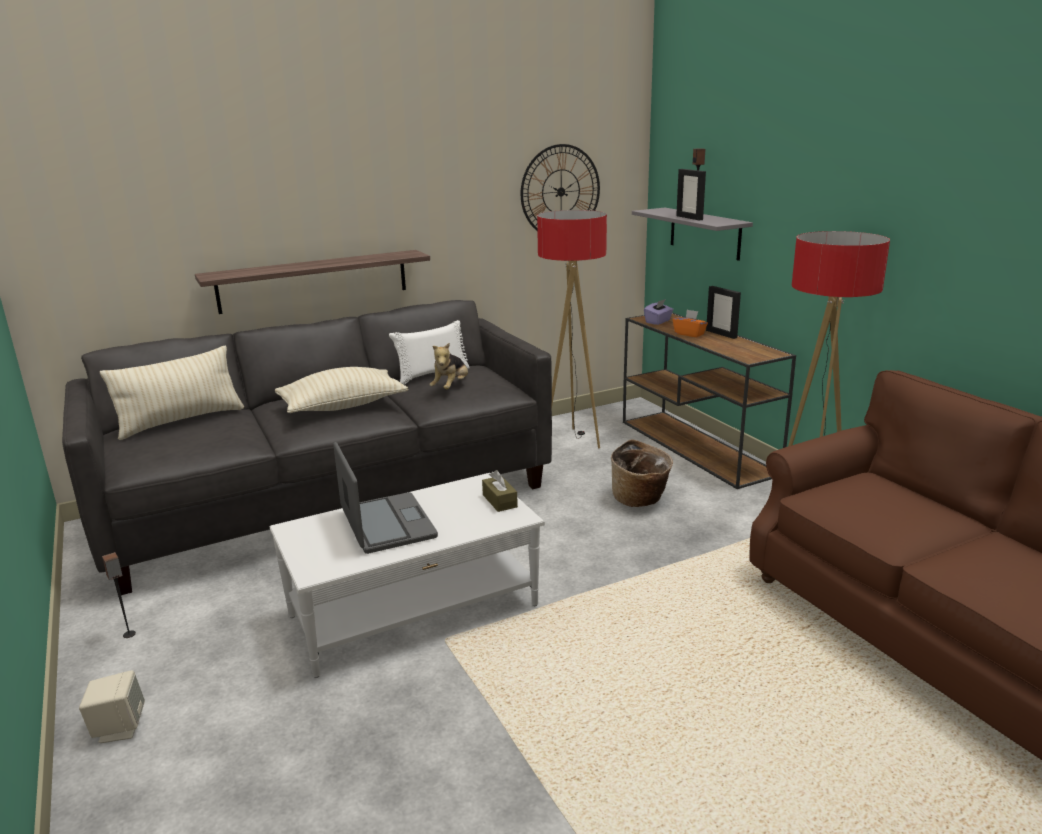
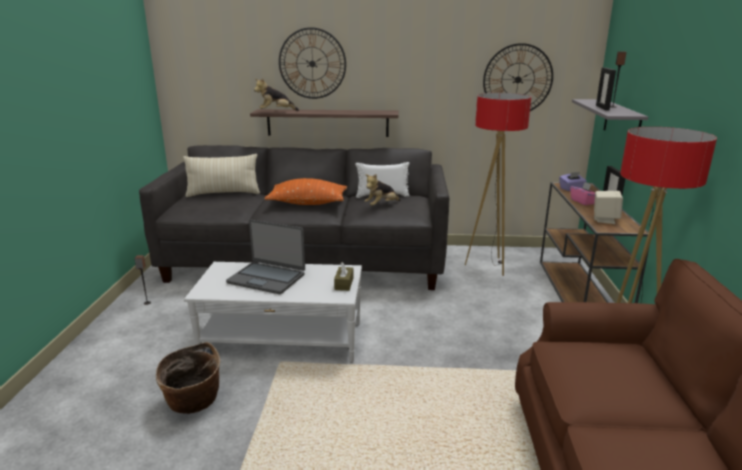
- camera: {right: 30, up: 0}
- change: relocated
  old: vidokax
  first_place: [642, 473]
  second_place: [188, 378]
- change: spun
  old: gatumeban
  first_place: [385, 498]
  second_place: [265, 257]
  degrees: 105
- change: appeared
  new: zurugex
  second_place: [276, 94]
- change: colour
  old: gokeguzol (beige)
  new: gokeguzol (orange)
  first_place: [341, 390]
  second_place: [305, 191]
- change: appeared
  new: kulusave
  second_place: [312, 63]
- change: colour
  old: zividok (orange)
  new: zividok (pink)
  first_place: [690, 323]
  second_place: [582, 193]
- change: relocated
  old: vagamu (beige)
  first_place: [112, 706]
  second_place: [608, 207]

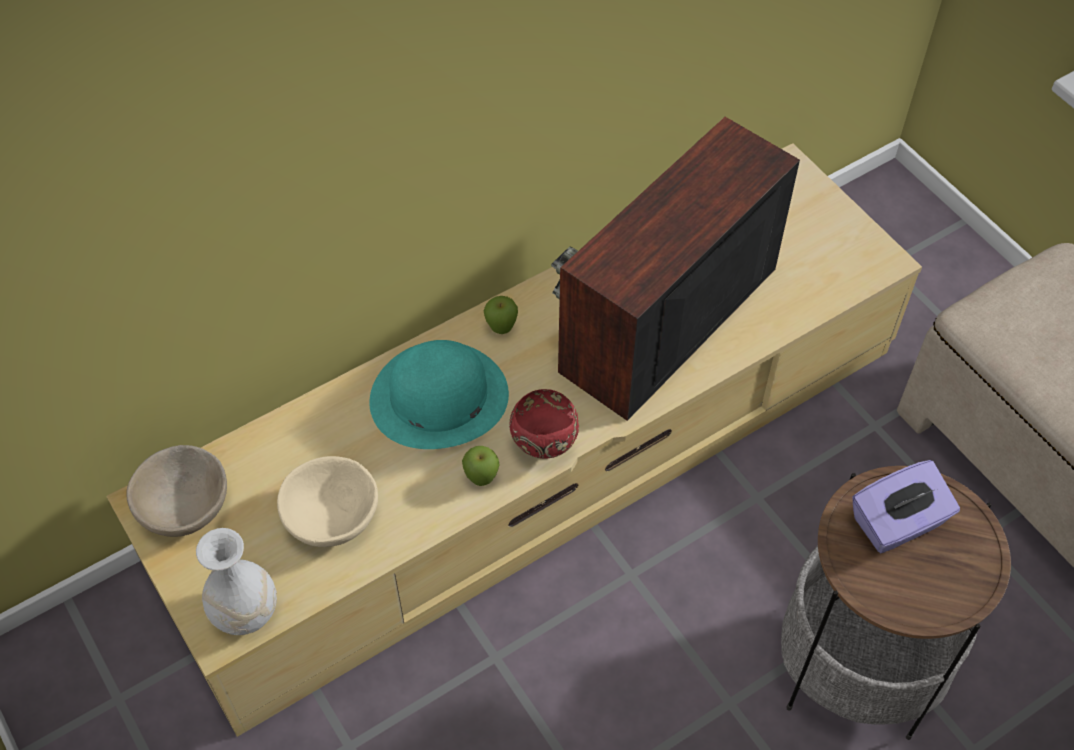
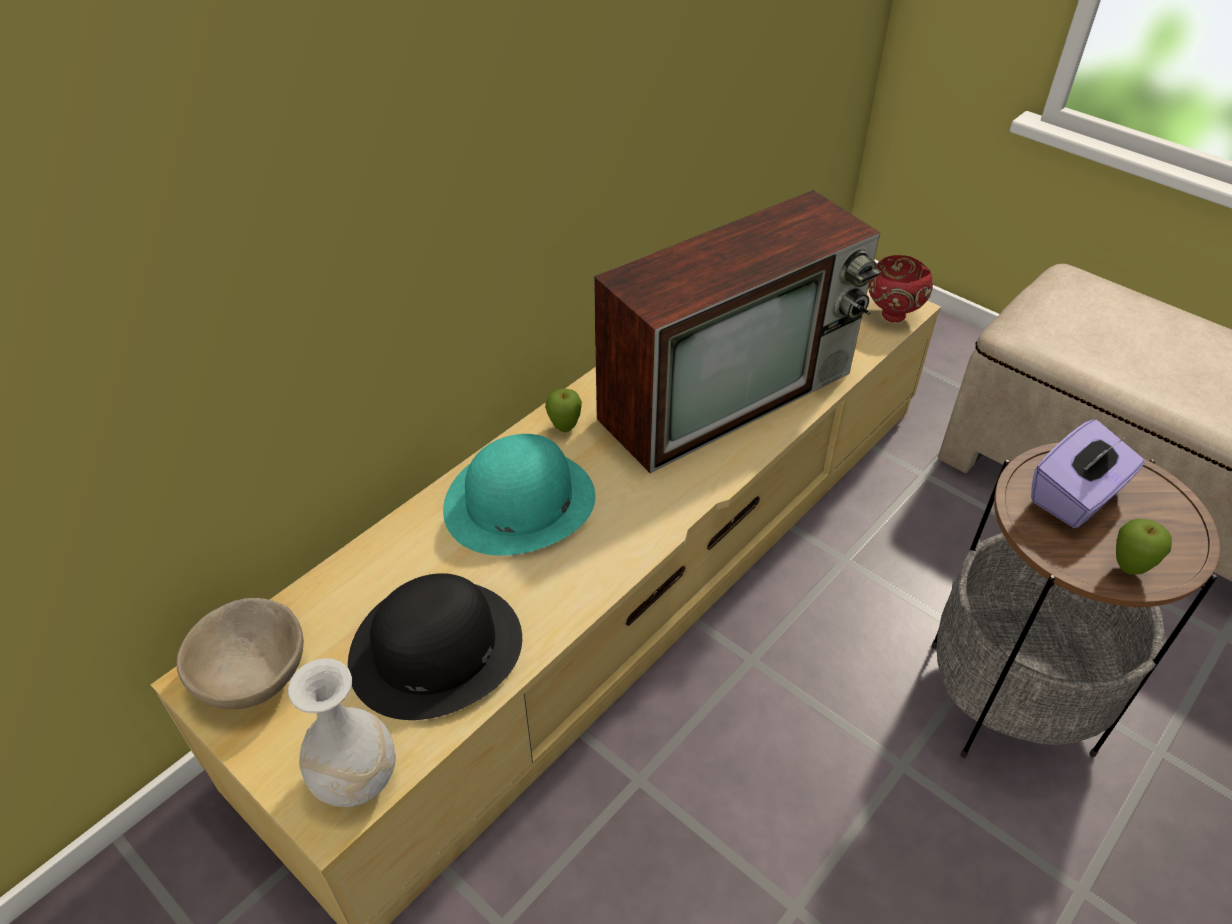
- camera: {right: -15, up: -10}
- change: exchanged
  old: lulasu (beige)
  new: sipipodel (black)
  first_place: [327, 501]
  second_place: [435, 646]
- change: spun
  old: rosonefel
  first_place: [675, 269]
  second_place: [737, 331]
  degrees: -150
- change: relocated
  old: lulasu (red)
  first_place: [544, 424]
  second_place: [900, 288]
- change: relocated
  old: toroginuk
  first_place: [481, 466]
  second_place: [1144, 547]

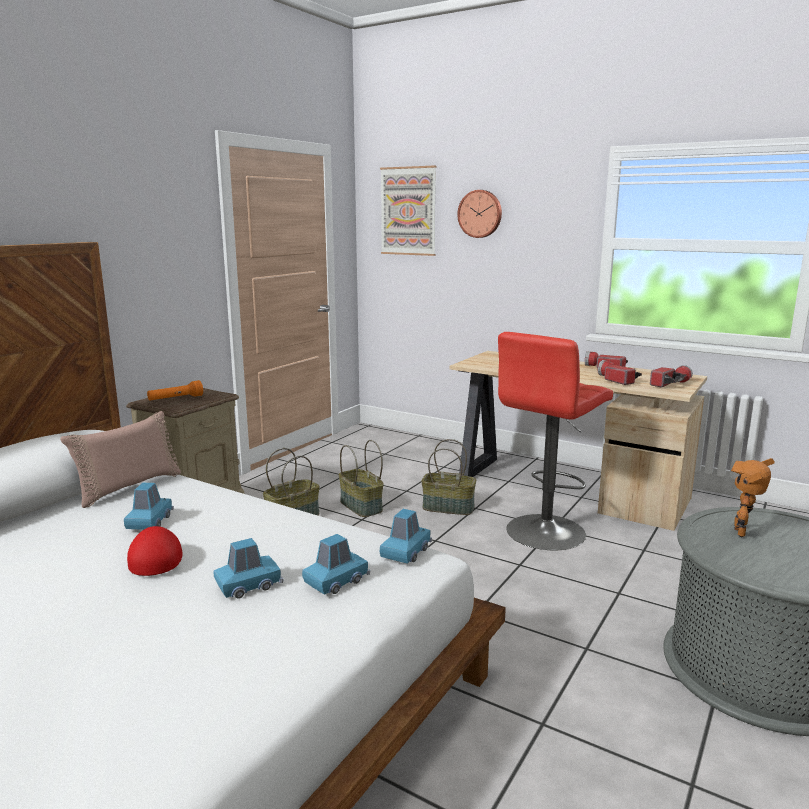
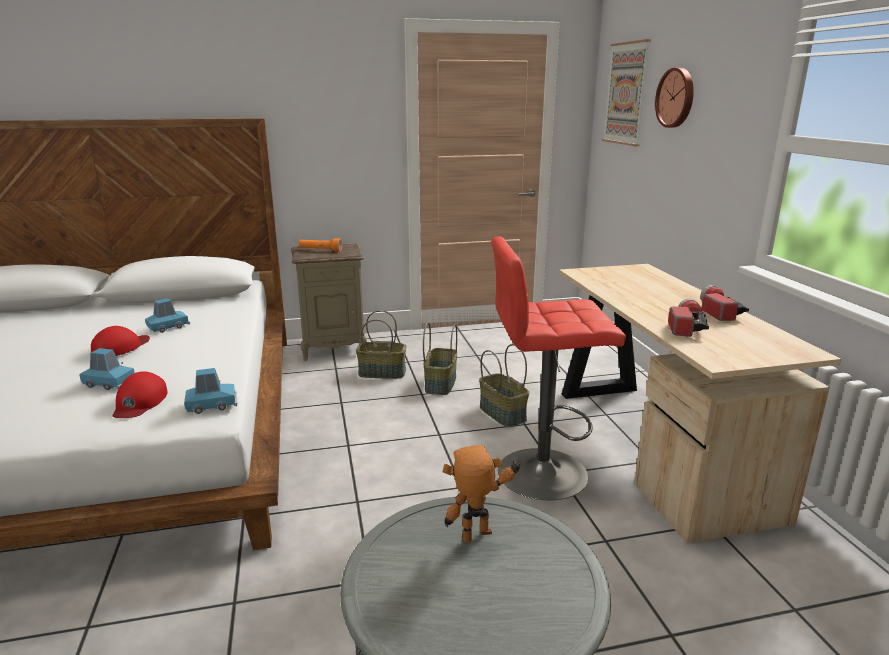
- camera: {right: 45, up: 5}
- change: exchanged
  old: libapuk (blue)
  new: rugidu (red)
  first_place: [336, 564]
  second_place: [139, 395]
- change: missing
  old: gokeguzol (beige)
  first_place: [120, 459]
- change: missing
  old: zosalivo
  first_place: [671, 376]

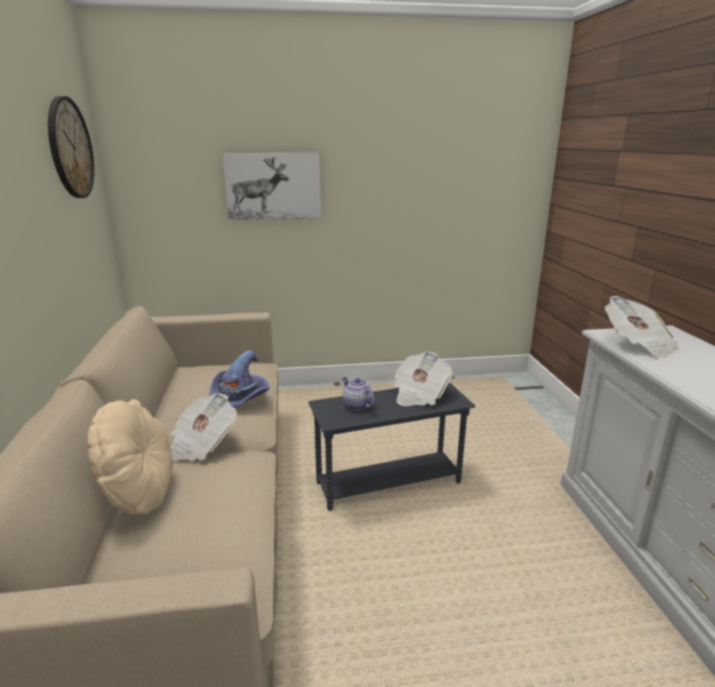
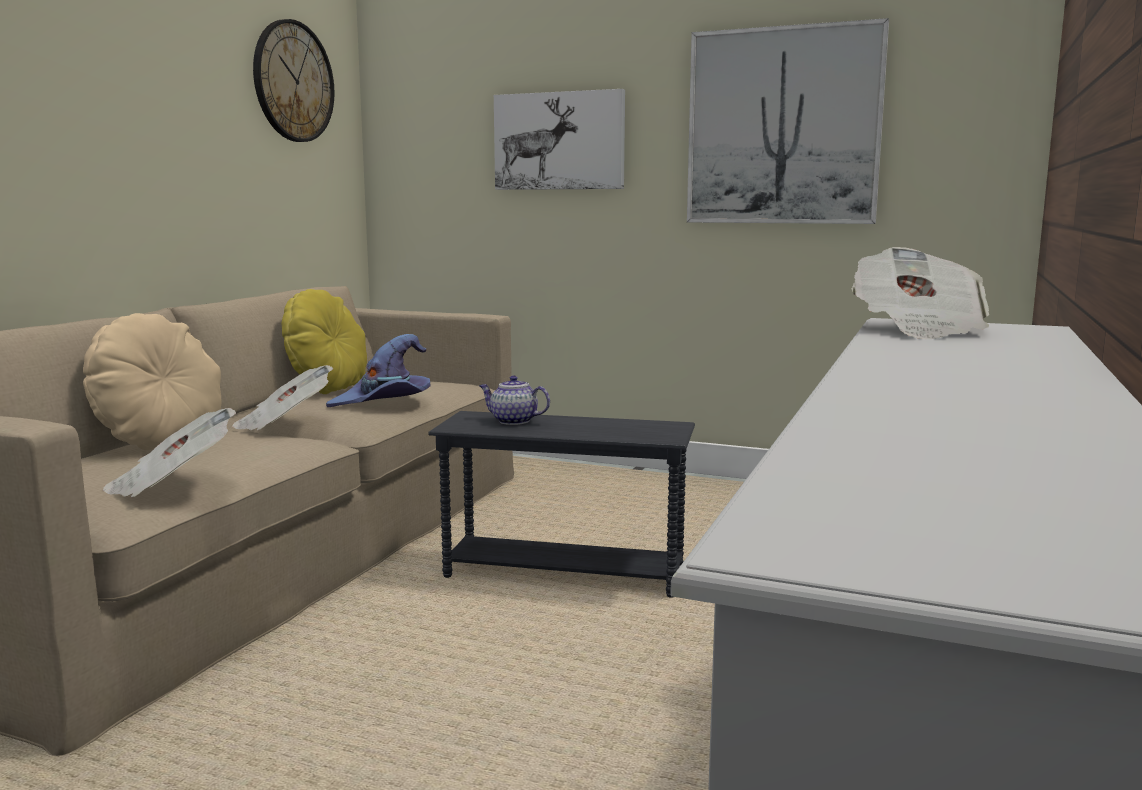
- camera: {right: 30, up: -10}
- change: relocated
  old: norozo
  first_place: [423, 379]
  second_place: [169, 452]
- change: appeared
  new: gokeguzol (yellow)
  second_place: [324, 341]
- change: spun
  old: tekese
  first_place: [358, 393]
  second_place: [514, 400]
  degrees: -60
- change: appeared
  new: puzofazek
  second_place: [788, 121]

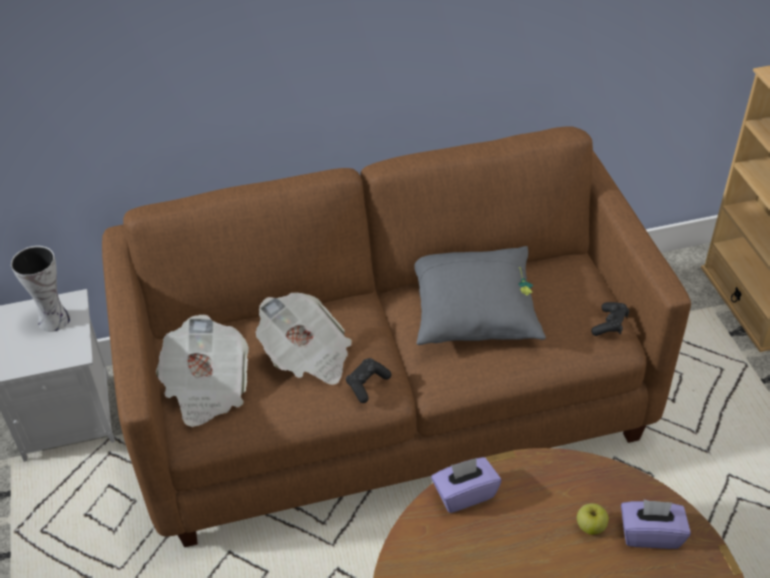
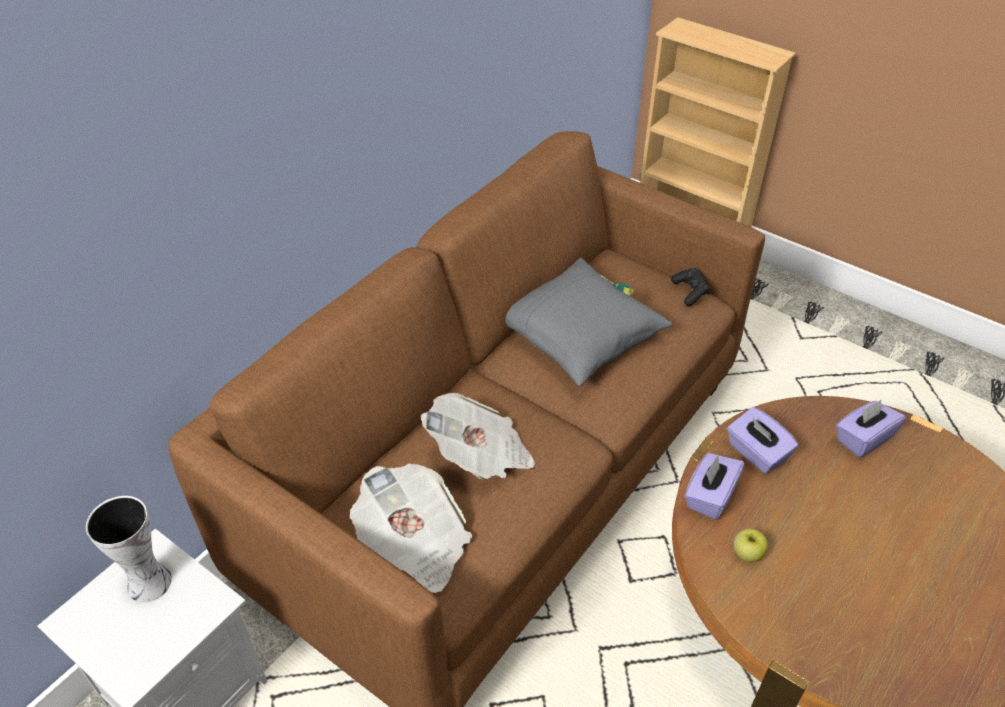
- camera: {right: -40, up: 0}
- change: appeared
  new: zividok (purple)
  second_place: [763, 440]
- change: relocated
  old: toroginuk
  first_place: [593, 519]
  second_place: [751, 545]
- change: missing
  old: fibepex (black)
  first_place: [368, 380]

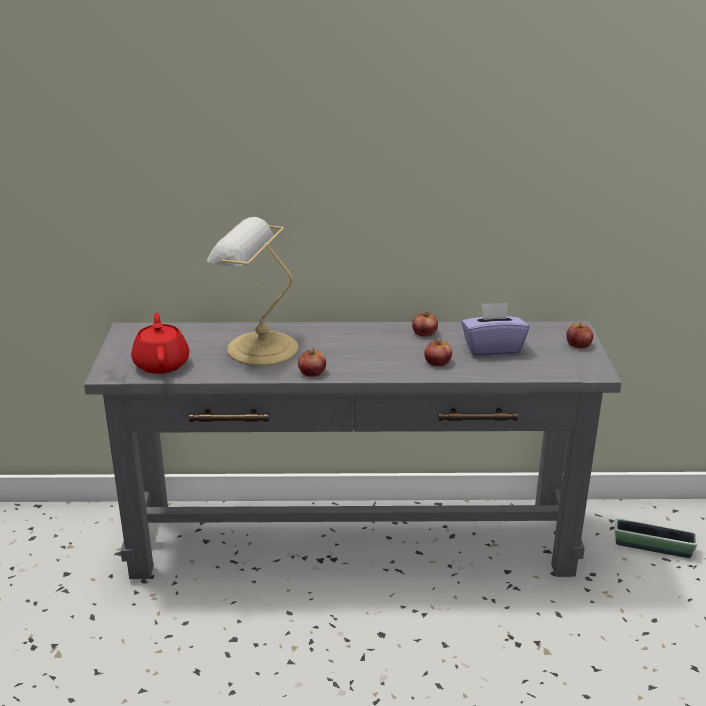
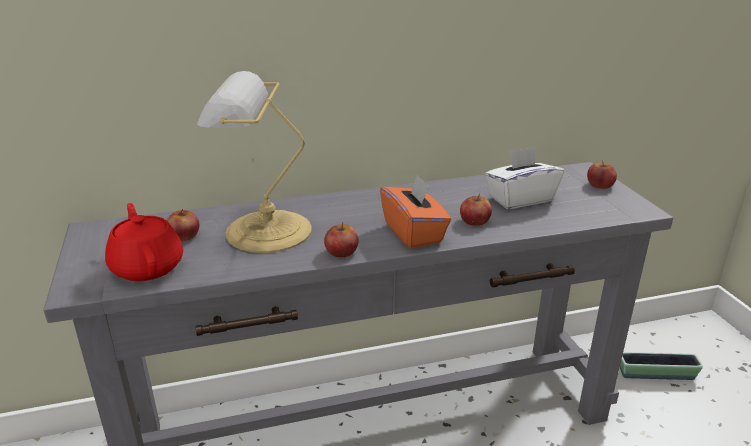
- camera: {right: -15, up: 0}
- change: relocated
  old: toroginuk
  first_place: [425, 325]
  second_place: [183, 225]
- change: appeared
  new: zividok (orange)
  second_place: [415, 211]
- change: colour
  old: zividok (purple)
  new: zividok (white)
  first_place: [495, 329]
  second_place: [524, 178]

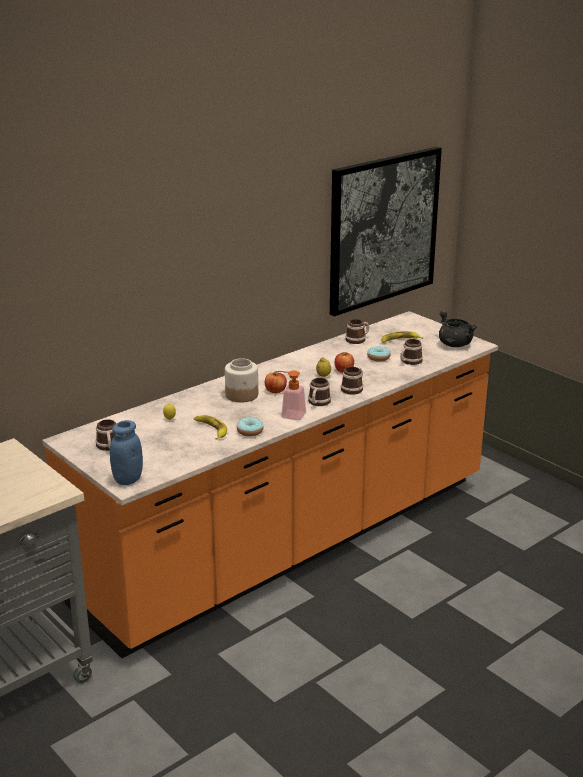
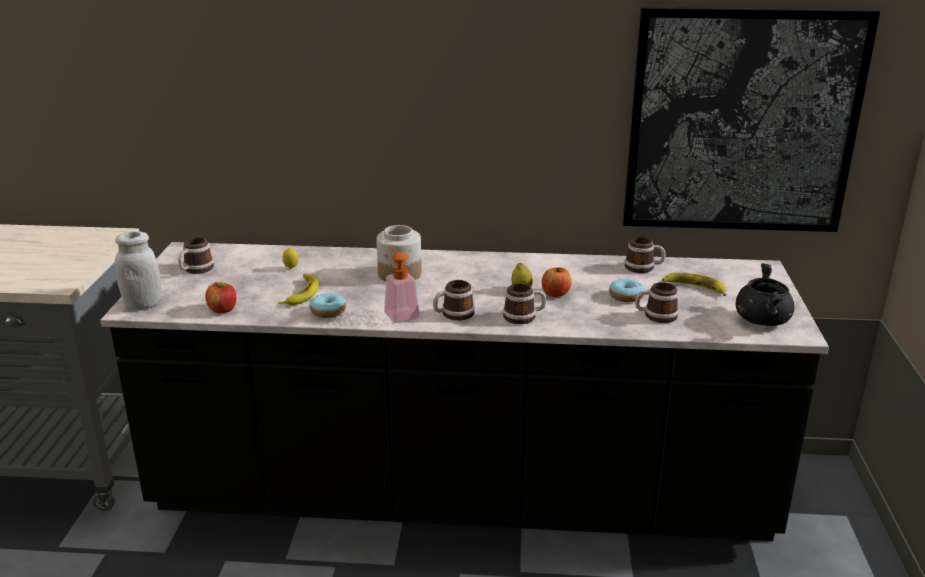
- camera: {right: 45, up: 0}
- change: colour
  old: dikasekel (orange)
  new: dikasekel (black)
  first_place: [270, 484]
  second_place: [464, 391]
- change: colour
  old: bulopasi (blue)
  new: bulopasi (white)
  first_place: [126, 452]
  second_place: [138, 271]
- change: relocated
  old: toroginuk
  first_place: [276, 382]
  second_place: [220, 297]

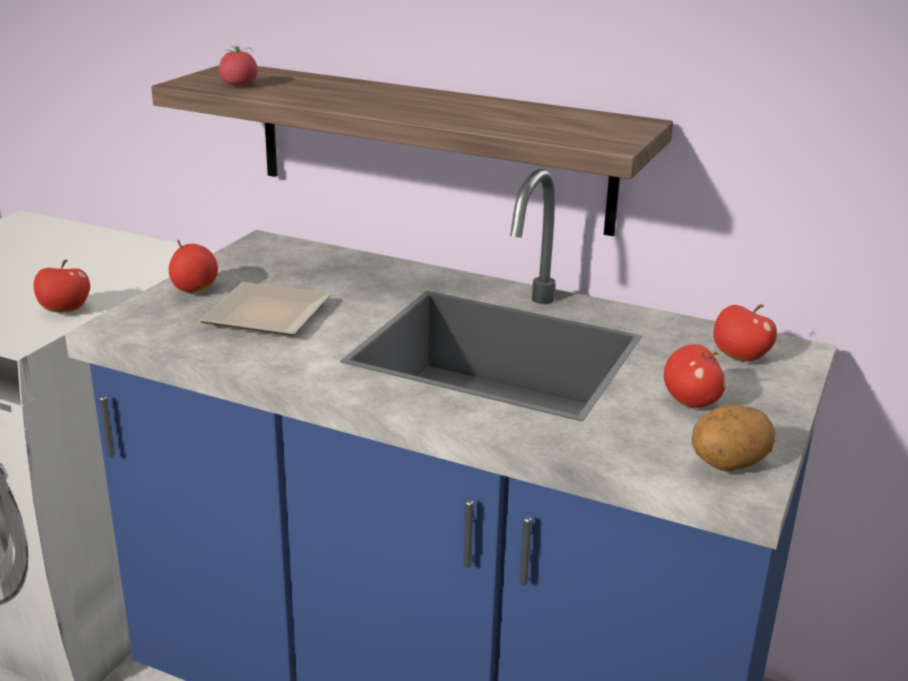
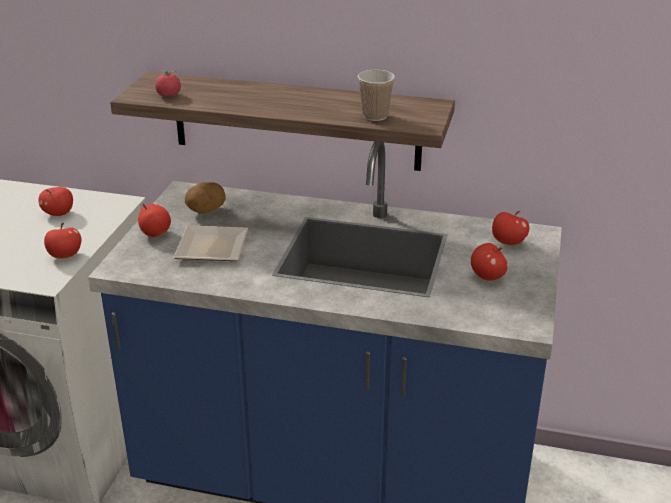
- camera: {right: -10, up: 5}
- change: appeared
  new: toroginuk
  second_place: [56, 201]
- change: relocated
  old: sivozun
  first_place: [733, 438]
  second_place: [205, 198]
- change: appeared
  new: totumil
  second_place: [376, 95]

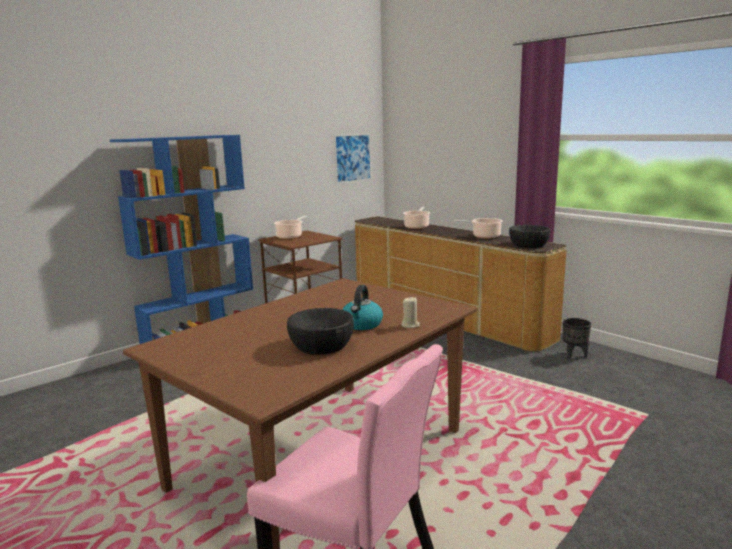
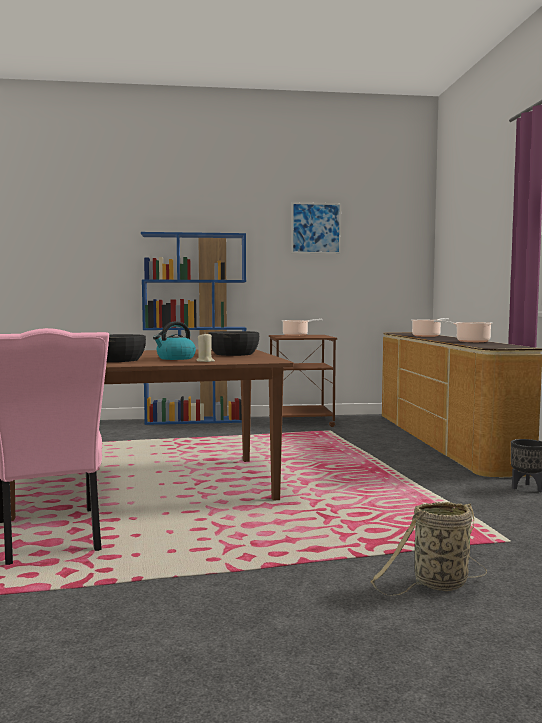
- camera: {right: 35, up: -10}
- change: relocated
  old: lulasu (black)
  first_place: [529, 236]
  second_place: [234, 343]
- change: relocated
  old: puzofazek
  first_place: [353, 158]
  second_place: [316, 228]
- change: appeared
  new: vidokax
  second_place: [429, 549]

